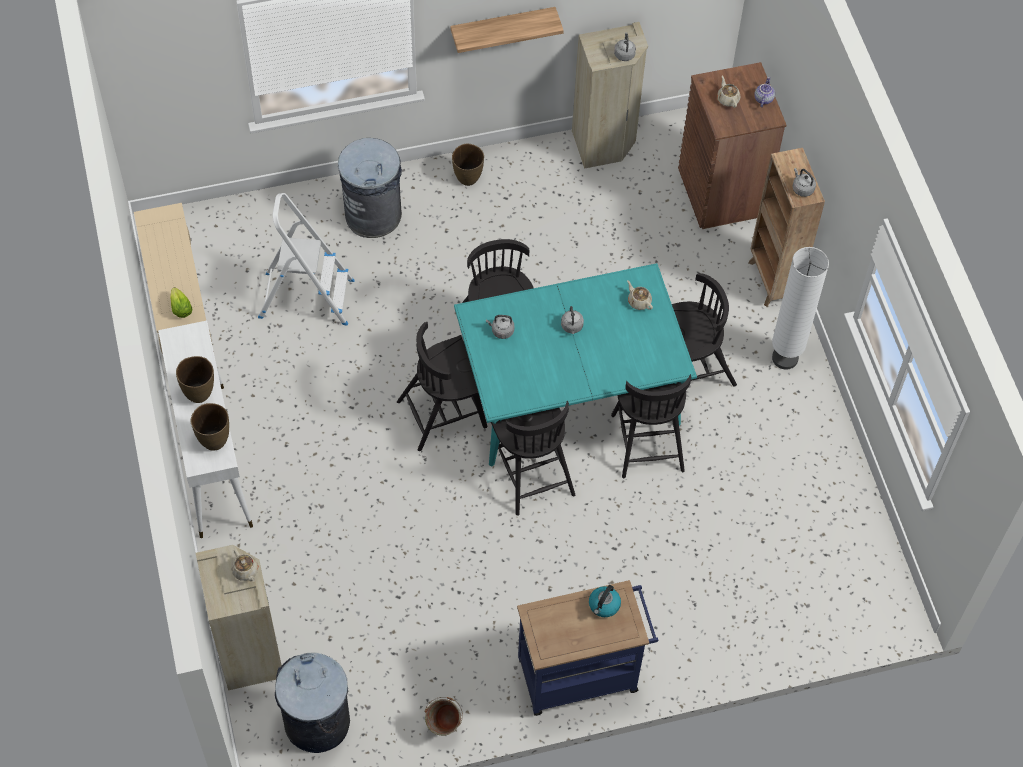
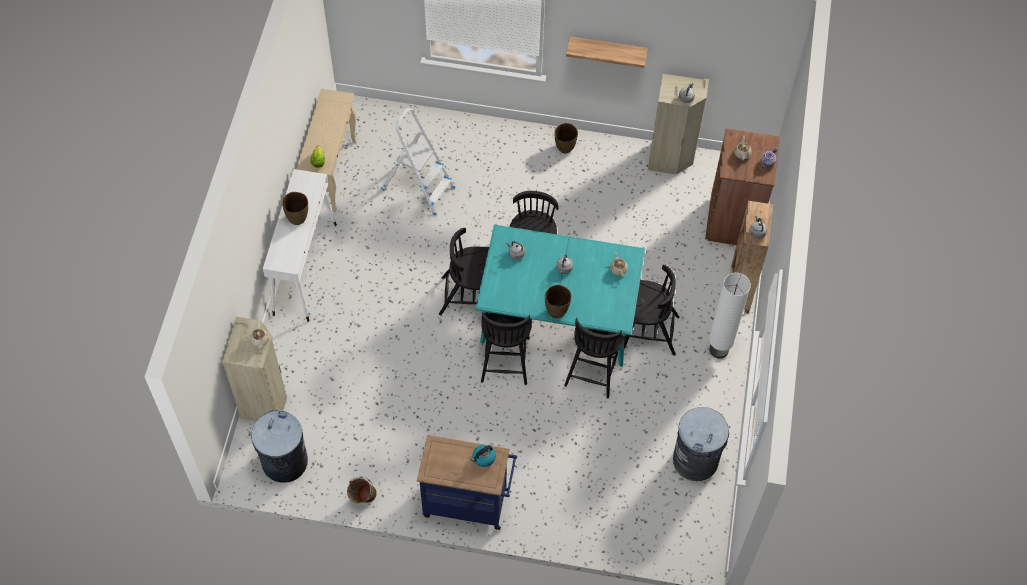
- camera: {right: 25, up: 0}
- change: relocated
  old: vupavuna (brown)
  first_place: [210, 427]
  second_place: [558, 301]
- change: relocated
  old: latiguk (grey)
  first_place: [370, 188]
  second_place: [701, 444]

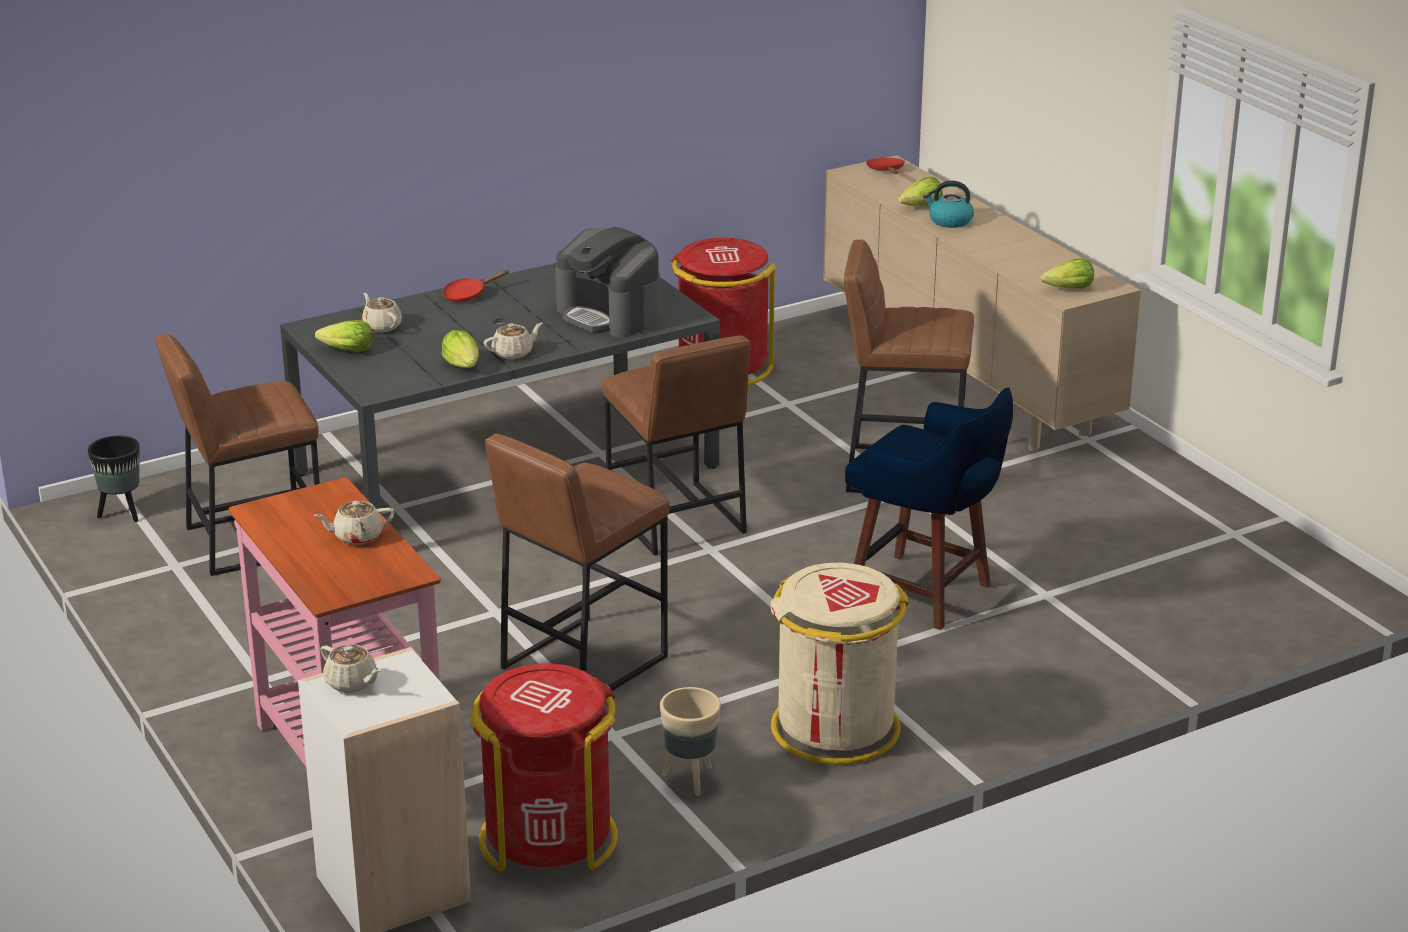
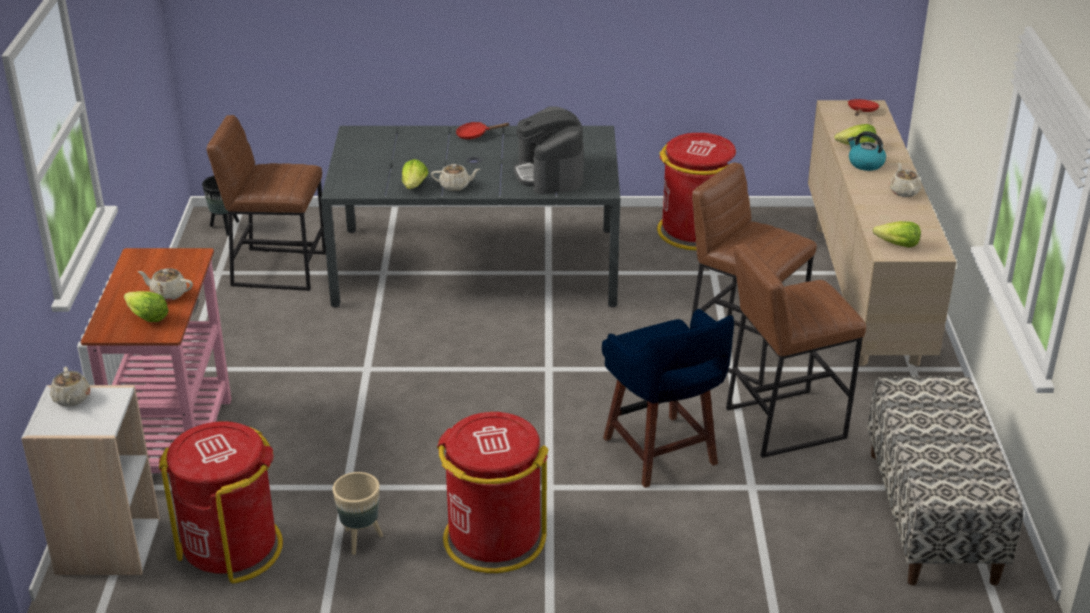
- camera: {right: 30, up: 5}
- change: relocated
  old: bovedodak
  first_place: [344, 336]
  second_place: [146, 306]
- change: colour
  old: latiguk (beige)
  new: latiguk (red)
  first_place: [840, 664]
  second_place: [492, 492]
- change: relocated
  old: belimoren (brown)
  first_place: [577, 562]
  second_place: [796, 350]
- change: appeared
  new: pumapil
  second_place: [945, 480]
- change: relocated
  old: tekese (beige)
  first_place: [382, 312]
  second_place: [905, 180]
- change: missing
  old: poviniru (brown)
  first_place: [676, 446]

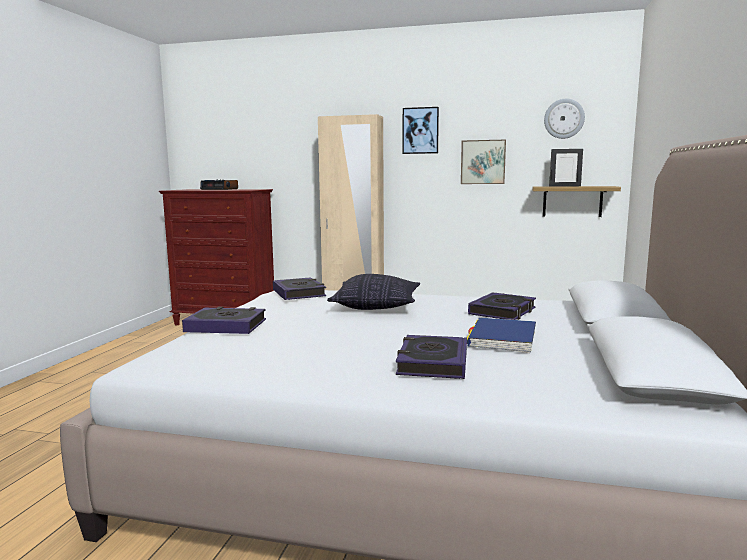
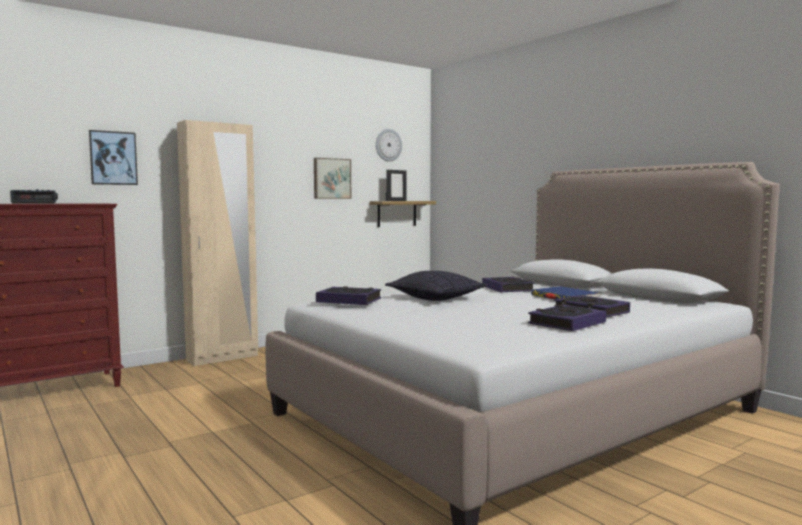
- camera: {right: -50, up: -5}
- change: relocated
  old: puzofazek
  first_place: [421, 130]
  second_place: [113, 157]
- change: relocated
  old: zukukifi
  first_place: [224, 320]
  second_place: [567, 318]

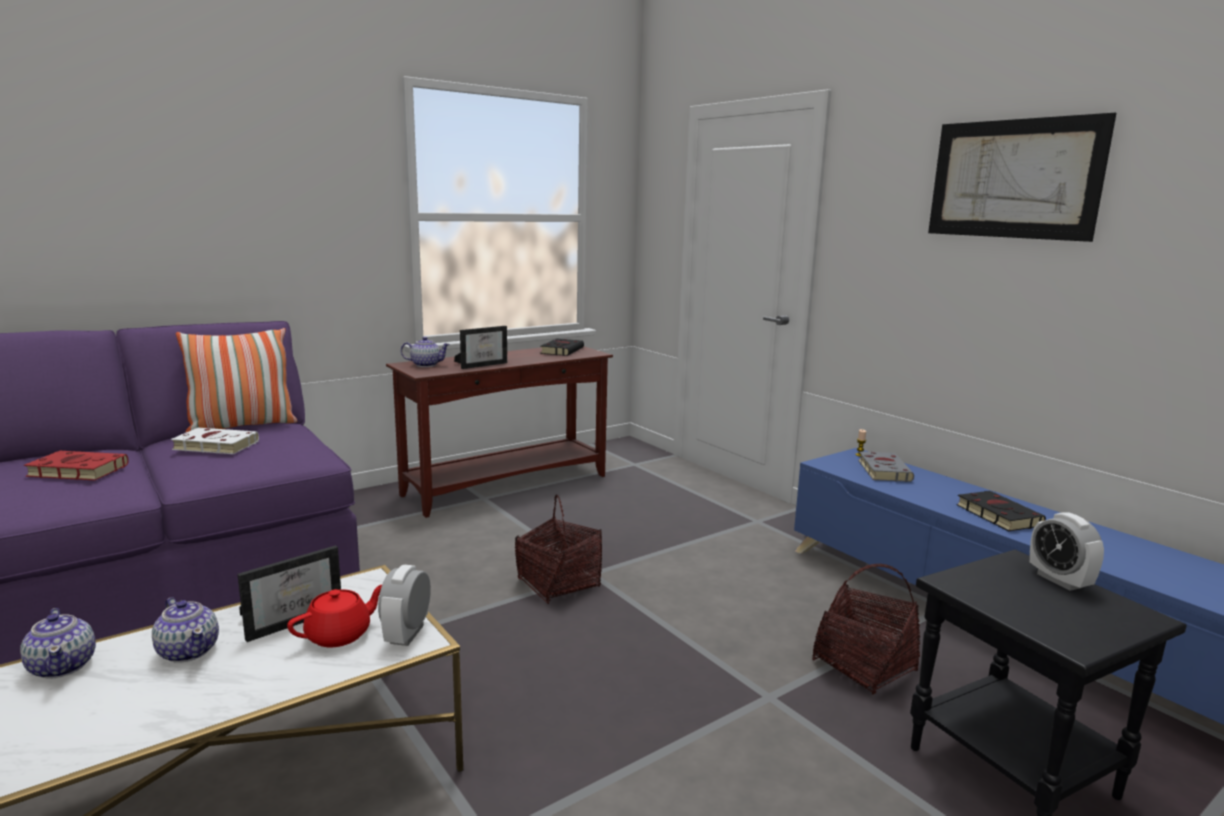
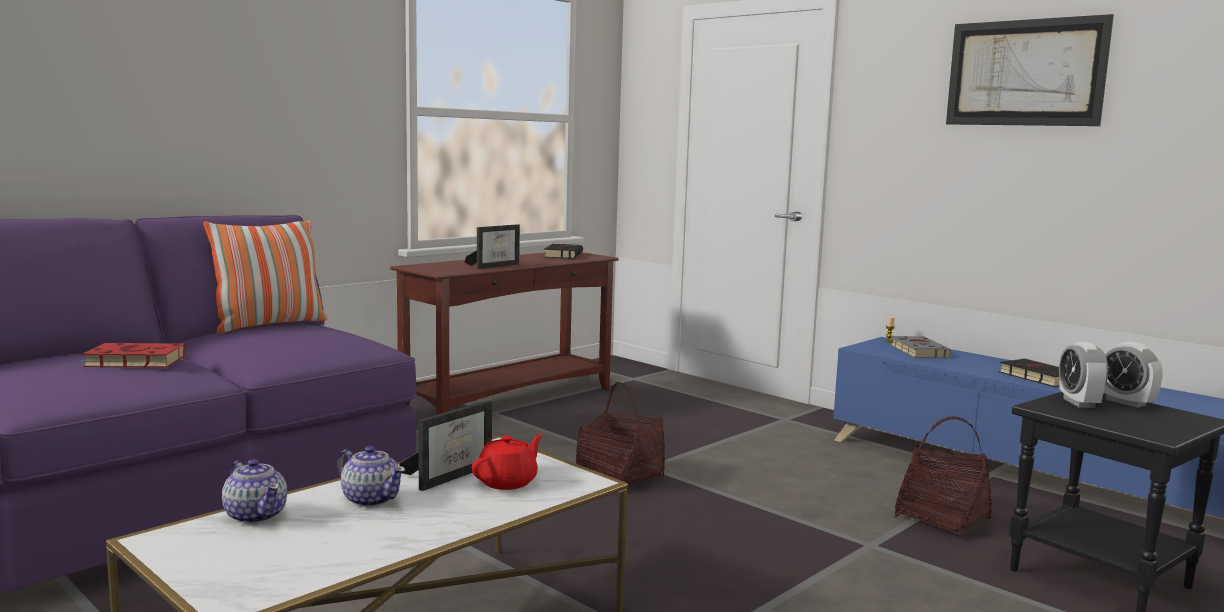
- camera: {right: -10, up: -5}
- change: relocated
  old: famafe
  first_place: [404, 605]
  second_place: [1083, 375]
- change: missing
  old: zukukifi (white)
  first_place: [215, 441]
- change: missing
  old: tekese
  first_place: [425, 352]

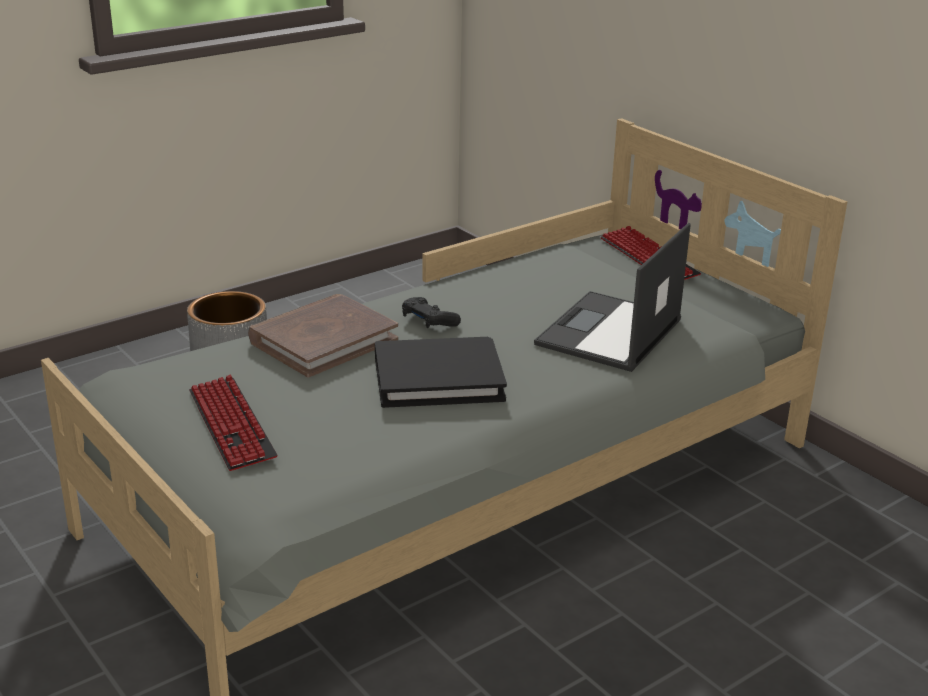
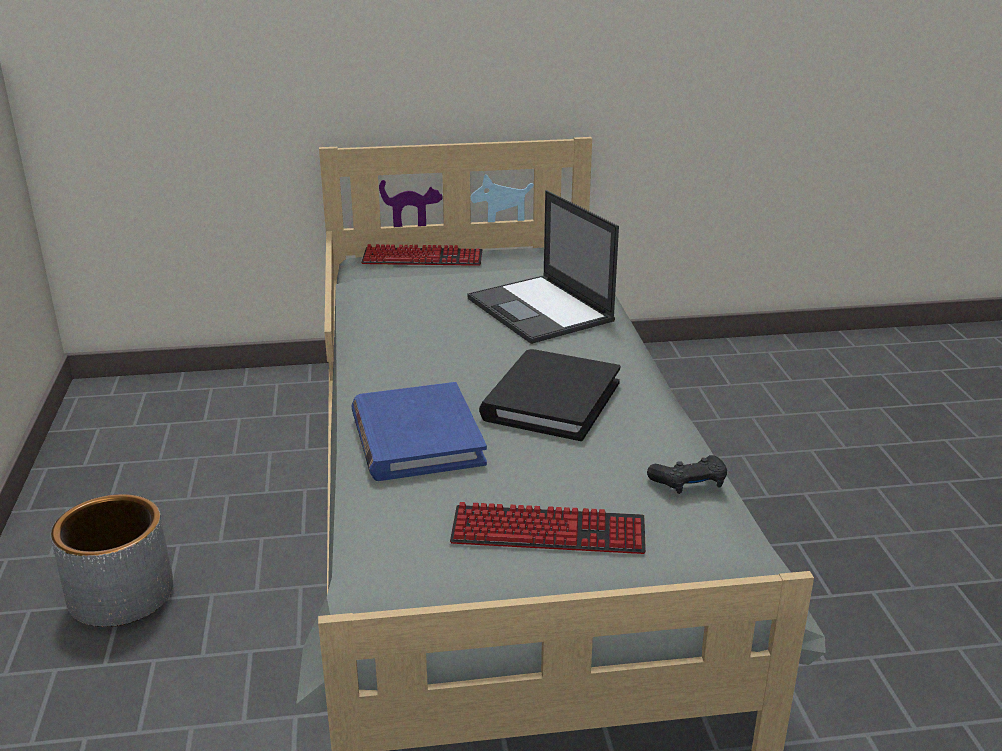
- camera: {right: -60, up: 0}
- change: colour
  old: zukukifi (brown)
  new: zukukifi (blue)
  first_place: [323, 335]
  second_place: [419, 431]
- change: relocated
  old: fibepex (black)
  first_place: [431, 312]
  second_place: [687, 474]

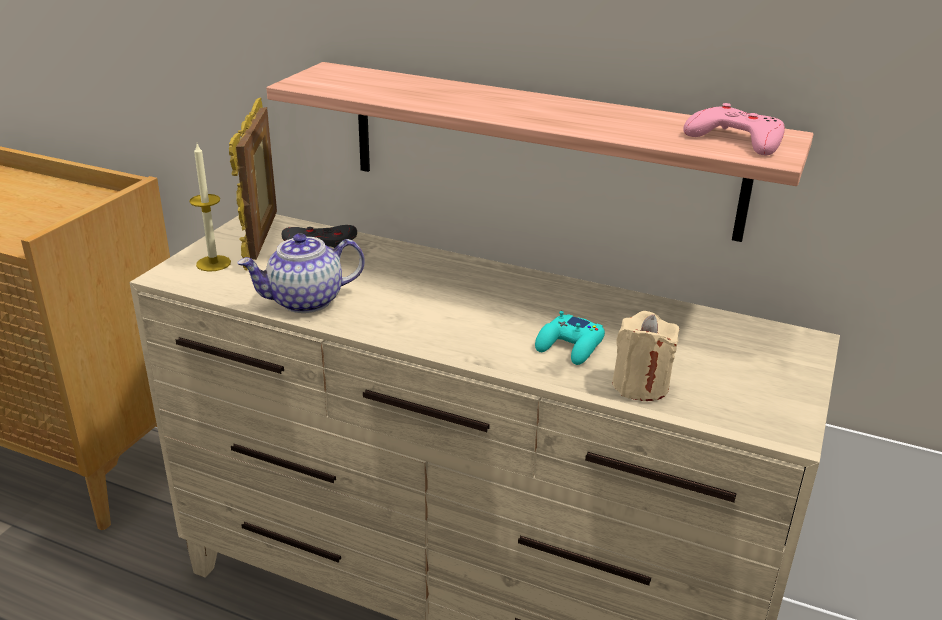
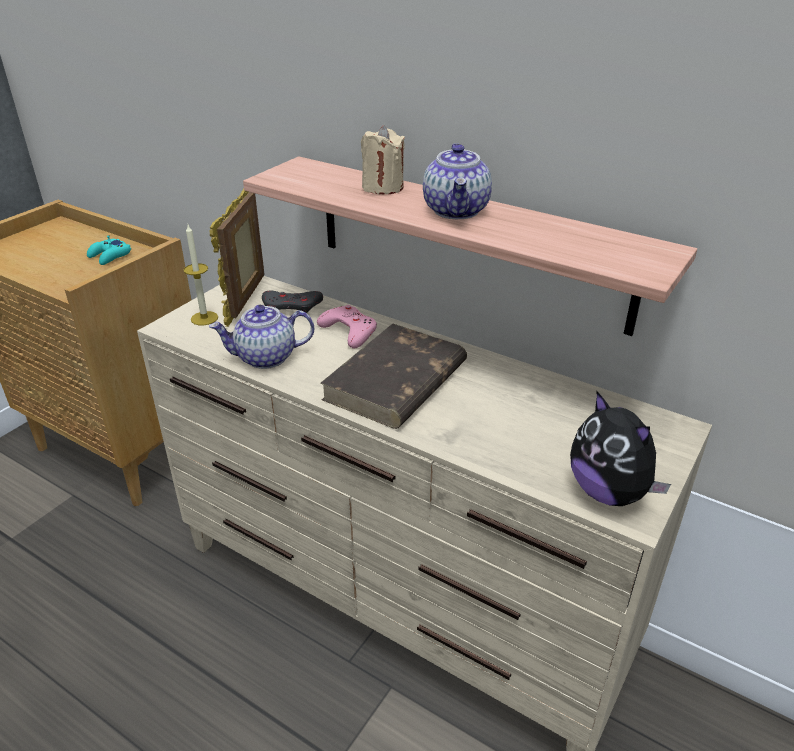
- camera: {right: 10, up: 5}
- change: relocated
  old: fibepex (turquoise)
  first_place: [570, 338]
  second_place: [109, 250]
- change: relocated
  old: fibepex (pink)
  first_place: [734, 129]
  second_place: [347, 326]
- change: appeared
  new: zukukifi (brown)
  second_place: [393, 376]
- change: relocated
  old: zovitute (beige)
  first_place: [645, 356]
  second_place: [383, 159]
- change: appeared
  new: tekese
  second_place: [457, 181]
- change: appeared
  new: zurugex
  second_place: [620, 448]

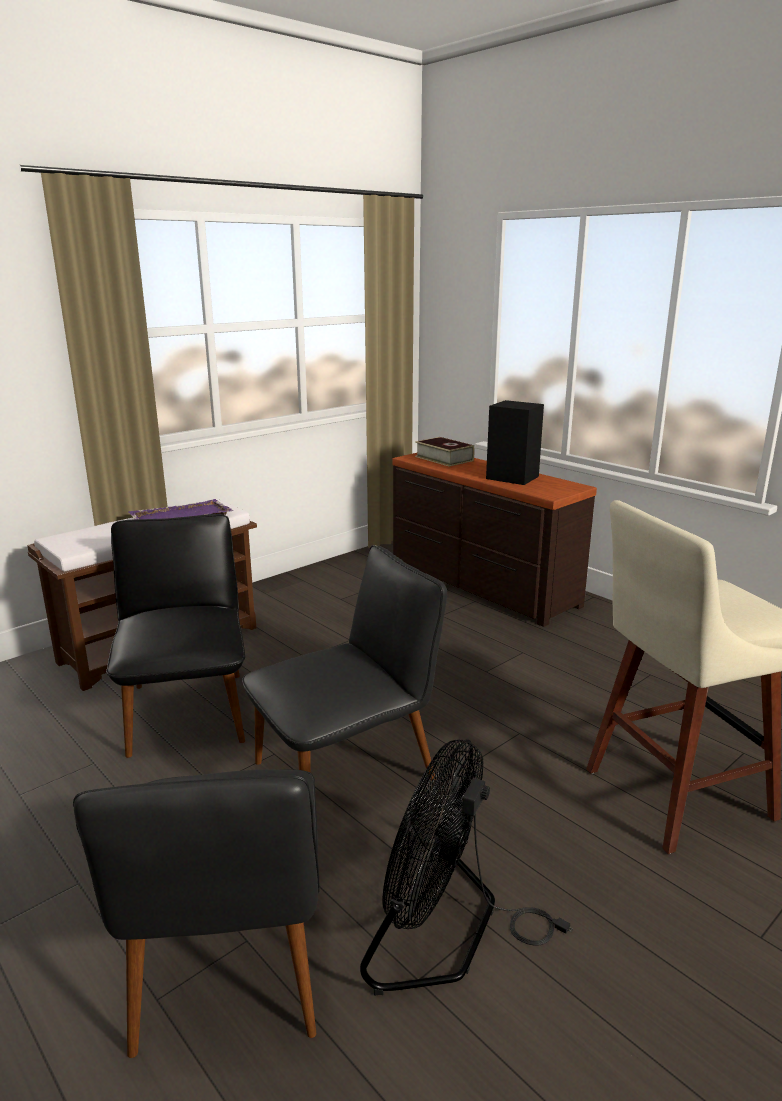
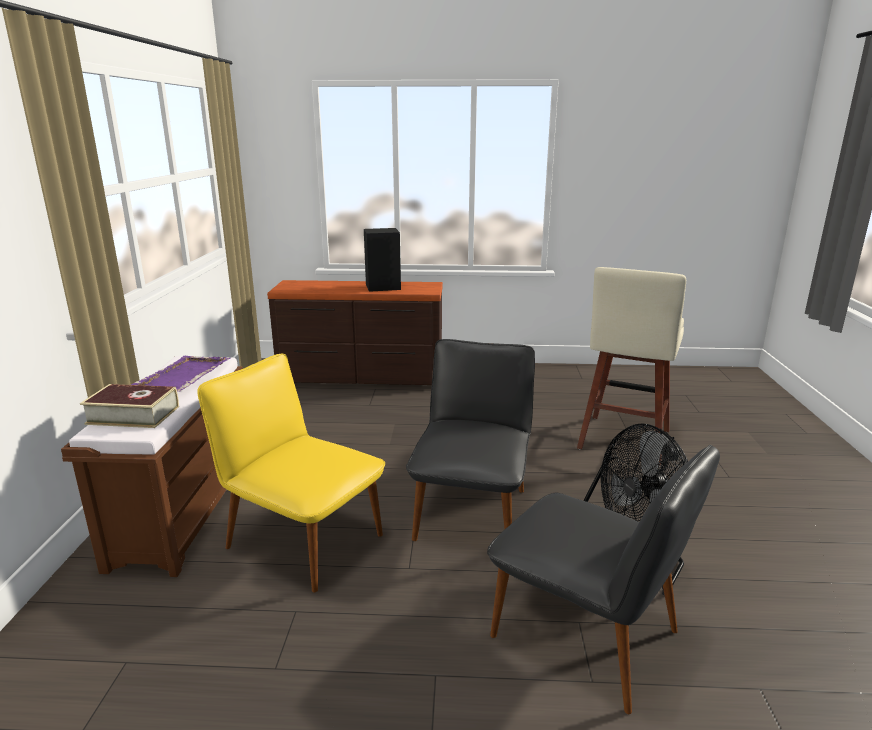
- camera: {right: -45, up: 0}
- change: relocated
  old: zukukifi
  first_place: [445, 451]
  second_place: [129, 406]
- change: colour
  old: poviniru (black)
  new: poviniru (yellow)
  first_place: [175, 636]
  second_place: [291, 473]

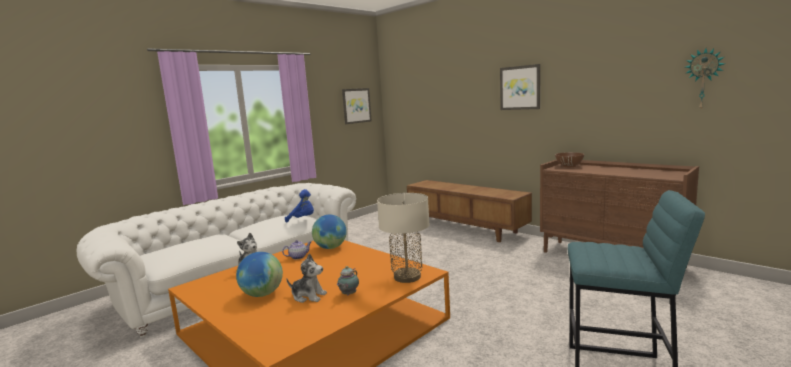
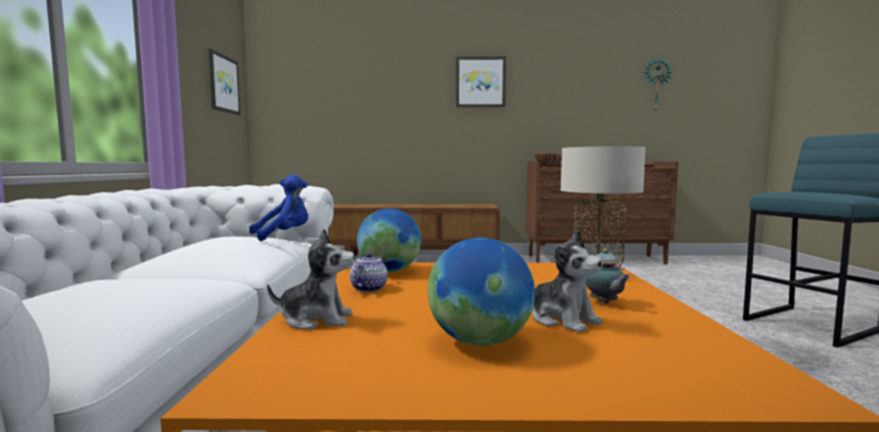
- camera: {right: -45, up: -5}
- change: spun
  old: zurugex
  first_place: [306, 278]
  second_place: [567, 281]
  degrees: 75

